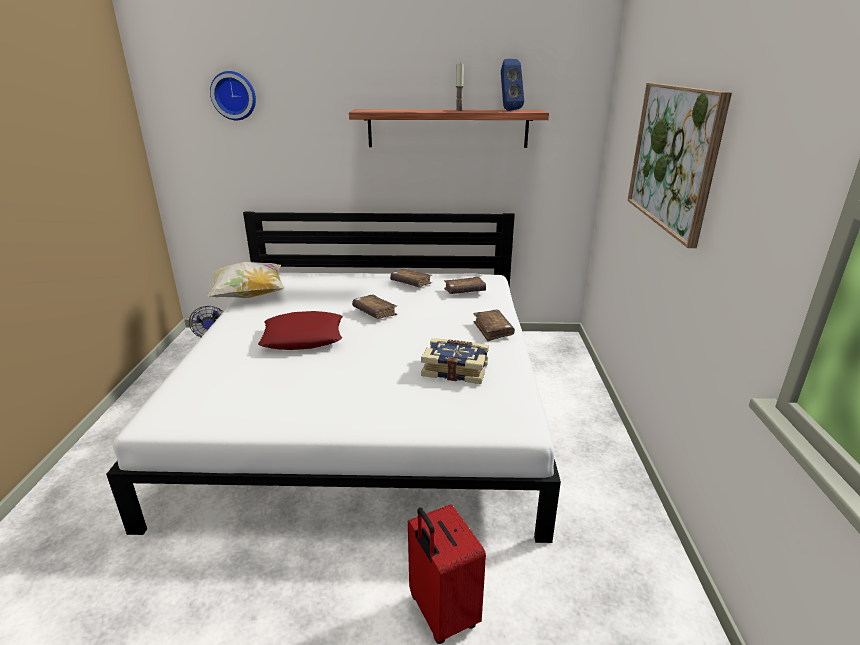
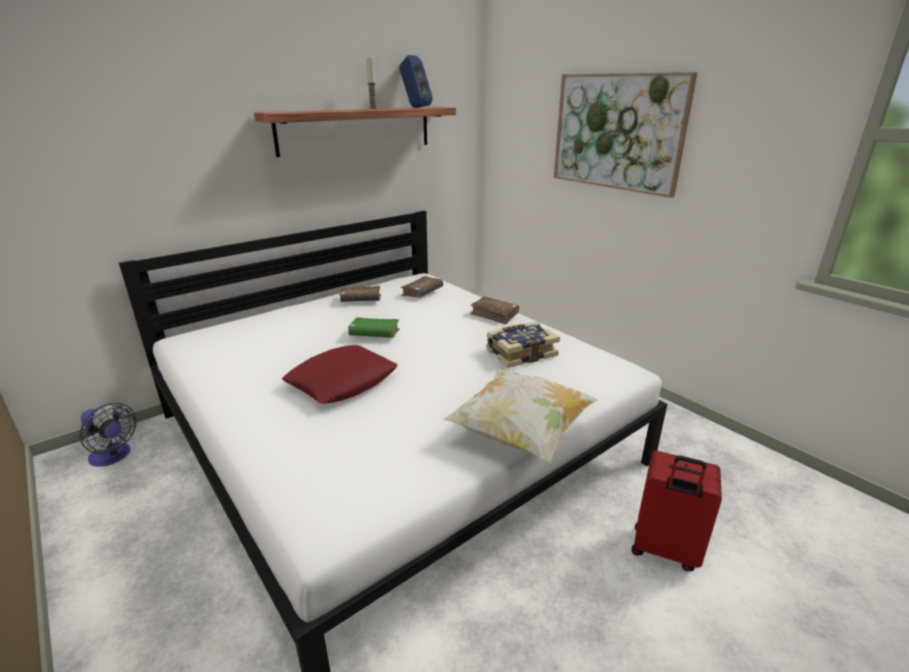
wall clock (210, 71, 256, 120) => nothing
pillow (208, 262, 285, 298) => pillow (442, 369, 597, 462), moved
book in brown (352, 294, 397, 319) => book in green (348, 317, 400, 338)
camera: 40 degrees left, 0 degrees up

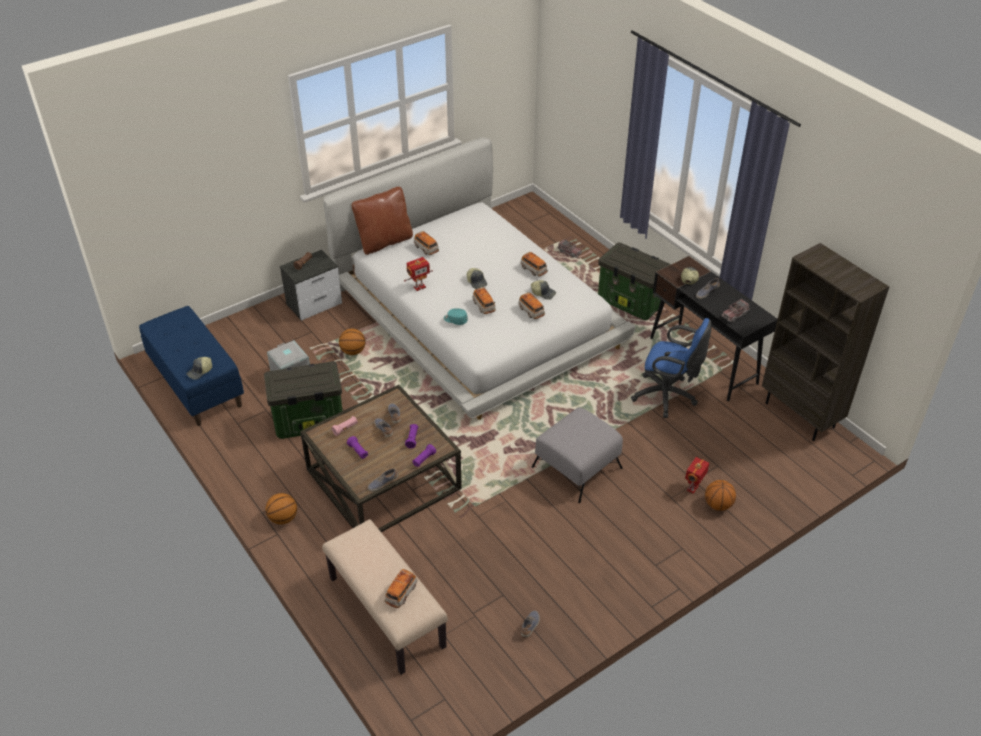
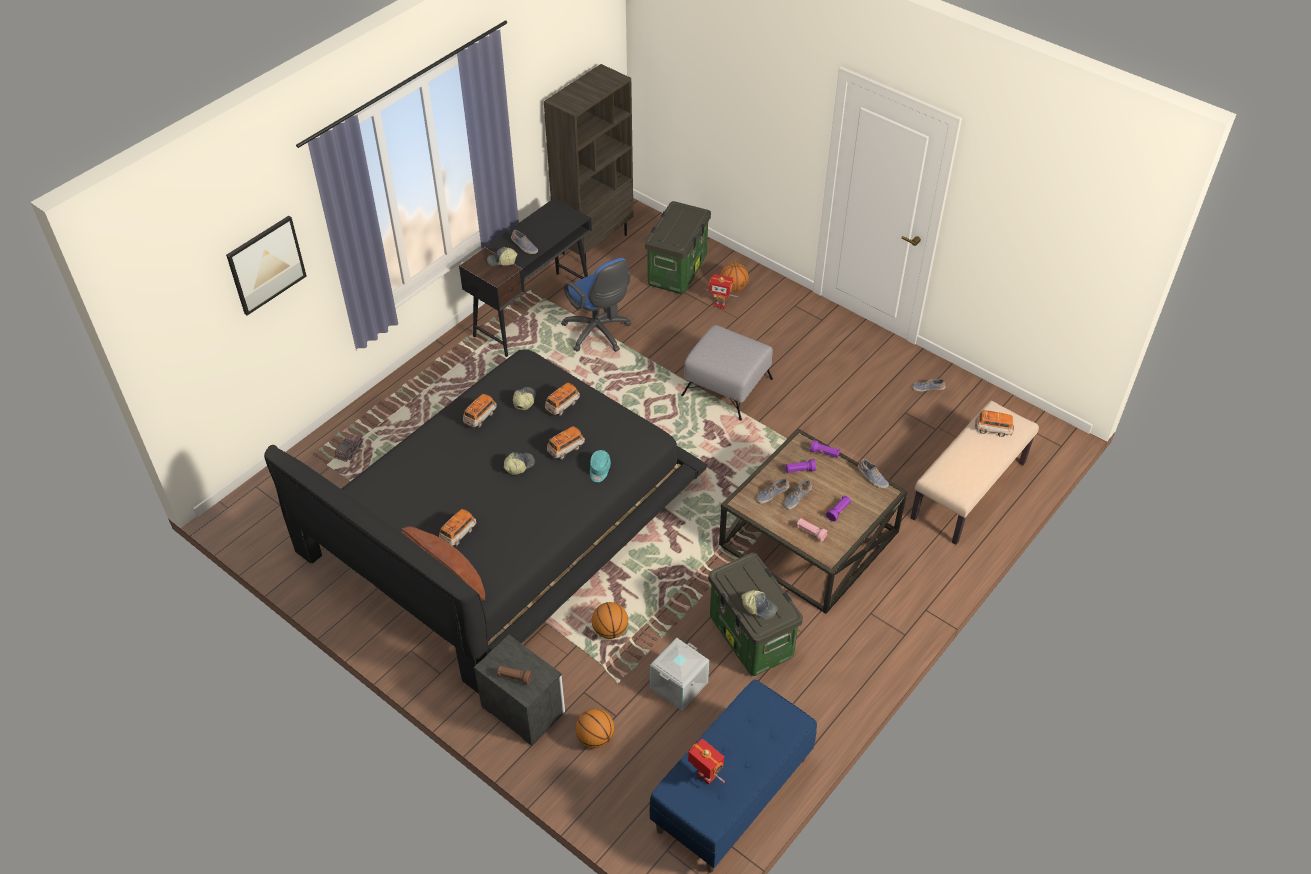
bed in white (323, 138, 636, 420) => bed in black (264, 349, 707, 694)
storage box (598, 242, 671, 320) => storage box (645, 201, 711, 294), moved
toy robot (404, 257, 433, 291) => toy robot (686, 738, 725, 785), moved
toy truck (721, 299, 750, 322) => nothing
office chair in blue (631, 318, 712, 418) => office chair in blue (561, 258, 631, 352), 135 degrees clockwise
cap (186, 357, 212, 380) => cap (741, 590, 777, 620), moved
basketball (265, 493, 297, 525) => basketball (575, 708, 614, 748), moved
nothing => picture (226, 216, 306, 316)
camera: 105 degrees left, 5 degrees up

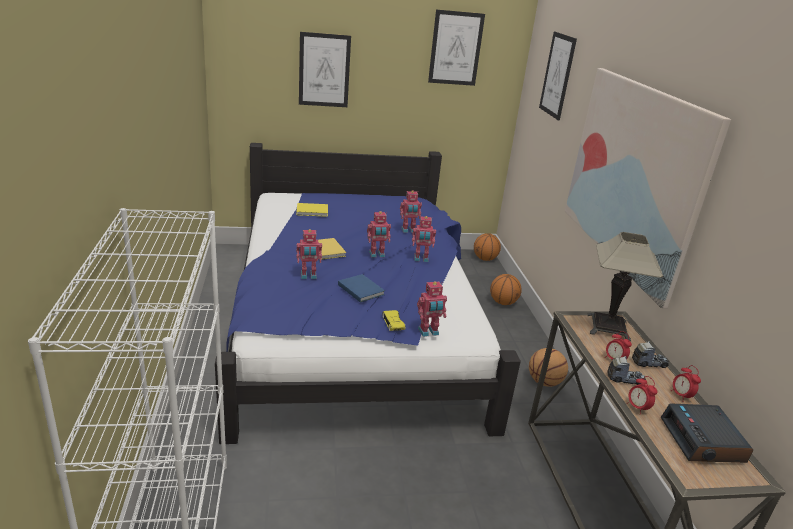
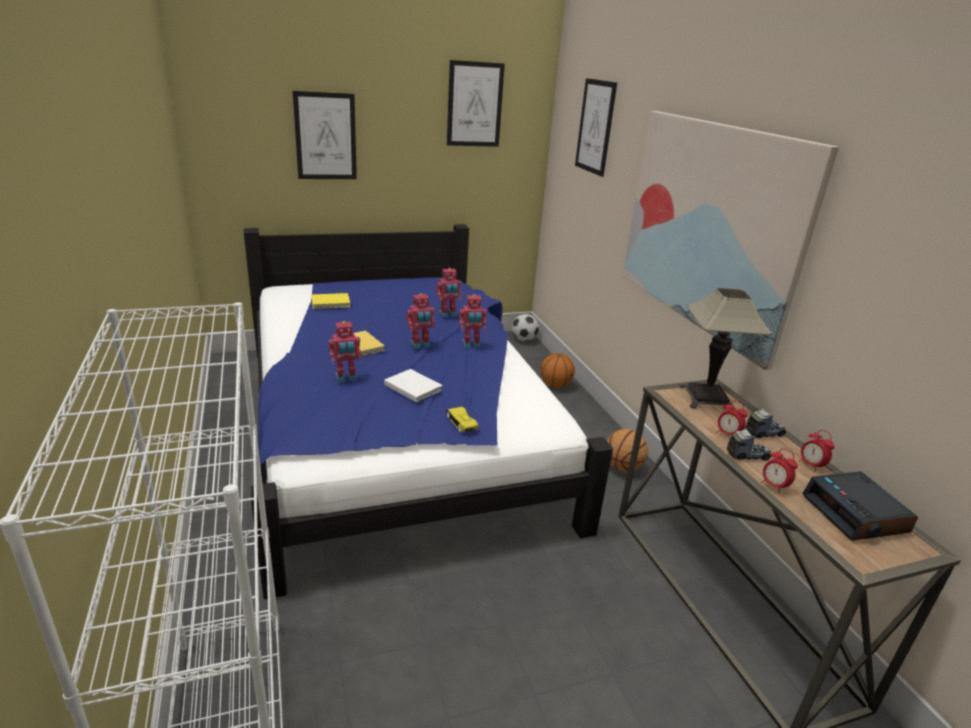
basketball (474, 233, 501, 261) => football (512, 314, 539, 341)
book in blue (338, 274, 385, 302) => book in white (384, 369, 443, 402)
toy robot (417, 281, 447, 337) => nothing
camera: 10 degrees left, 0 degrees up

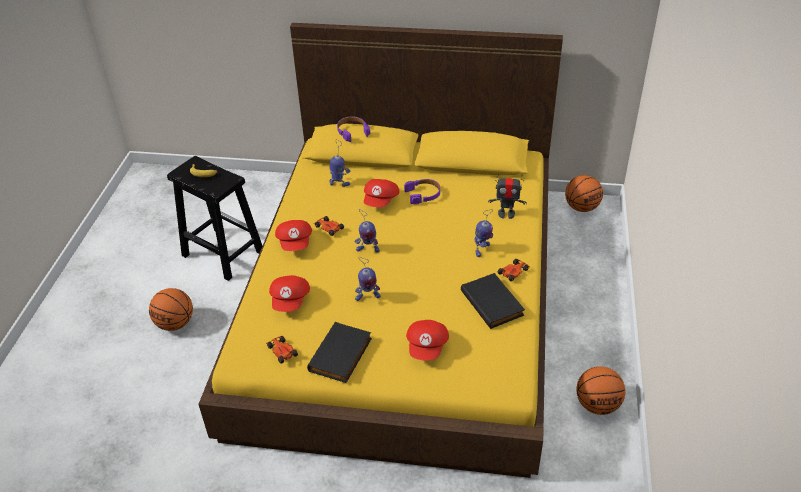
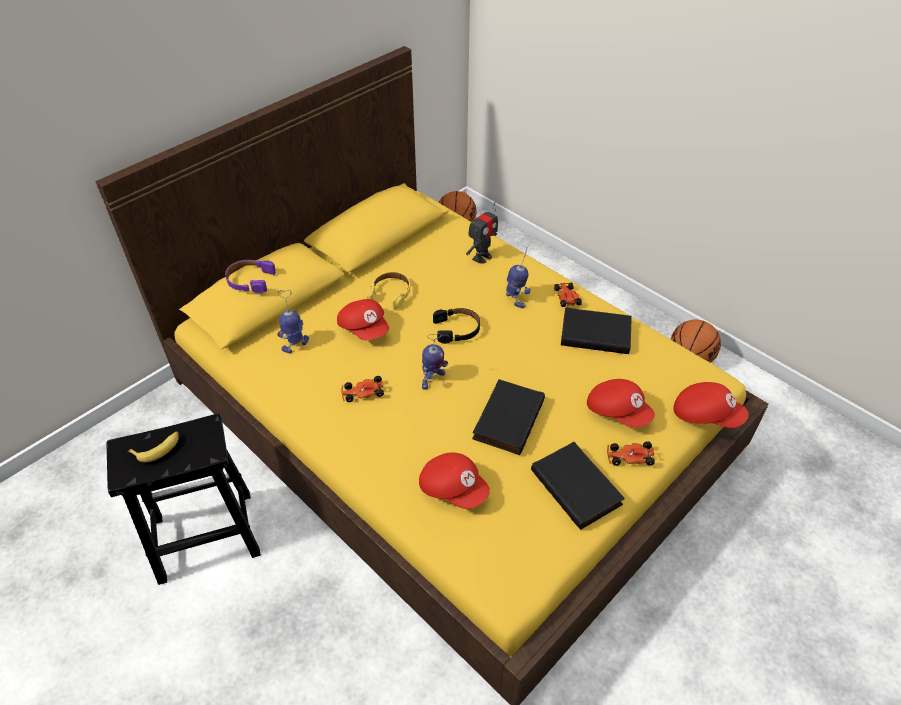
headphones in purple (404, 179, 440, 205) => headphones in yellow (367, 272, 410, 310)
cap in red (275, 220, 312, 251) => cap in red (673, 382, 749, 428), moved
toy robot (355, 257, 381, 301) => book in black (472, 379, 545, 455)
basketball (149, 288, 193, 331) => nothing
toy car (266, 336, 298, 364) => toy car (607, 441, 655, 466), moved
nothing => headphones in black (433, 308, 480, 344)
camera: 55 degrees left, 5 degrees up

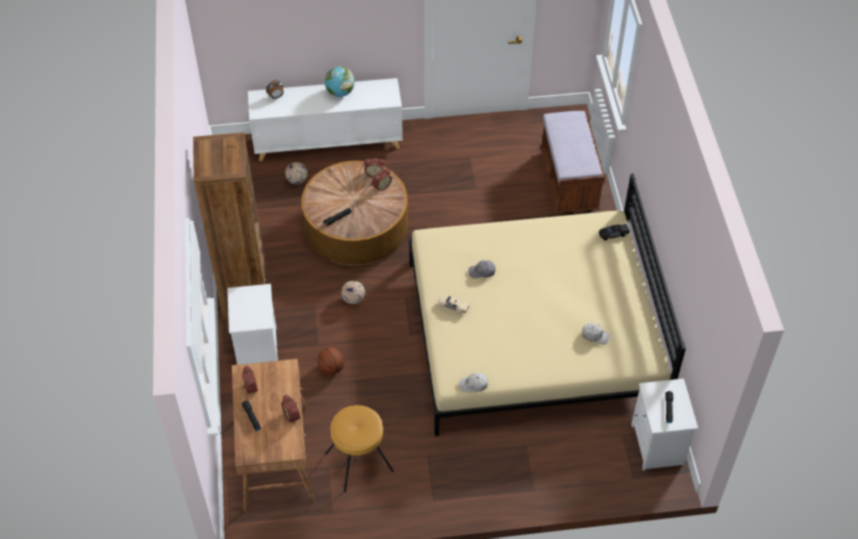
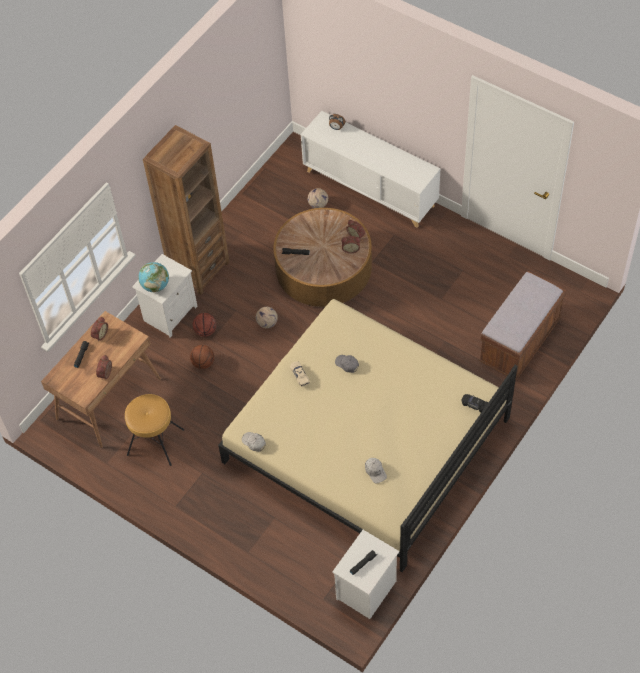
globe (324, 66, 355, 97) => globe (138, 262, 169, 292), moved
nothing => basketball (193, 313, 216, 337)
camera: 45 degrees right, 5 degrees up

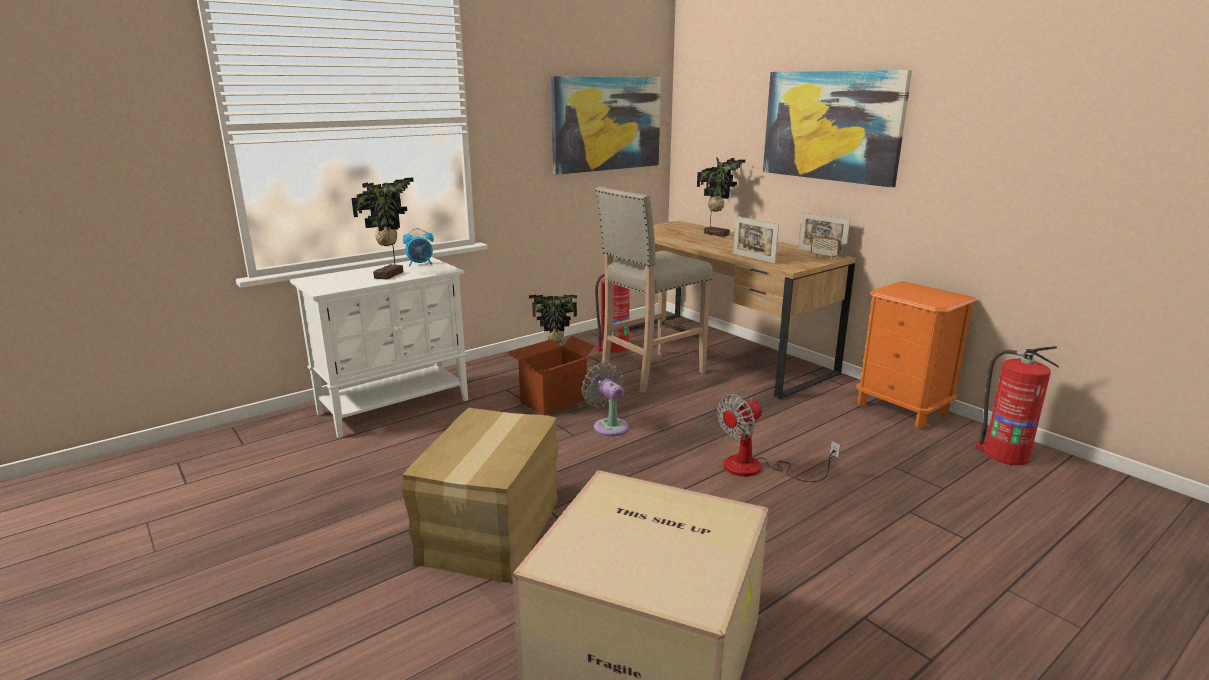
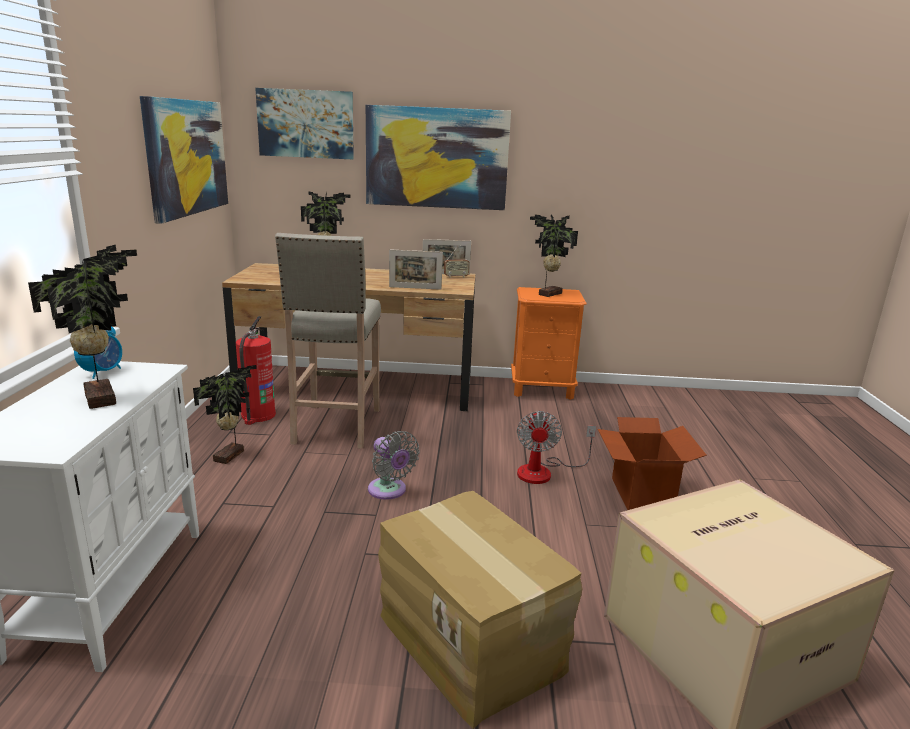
cardboard box (507, 336, 598, 415) => cardboard box (598, 417, 707, 510), moved
fire extinguisher (976, 346, 1059, 465) => nothing
fan in grey (582, 362, 629, 436) => fan in grey (368, 431, 420, 500), 135 degrees counterclockwise
nothing => picture (255, 88, 354, 159)
nothing => potted plant (530, 214, 578, 297)
camera: 50 degrees left, 0 degrees up

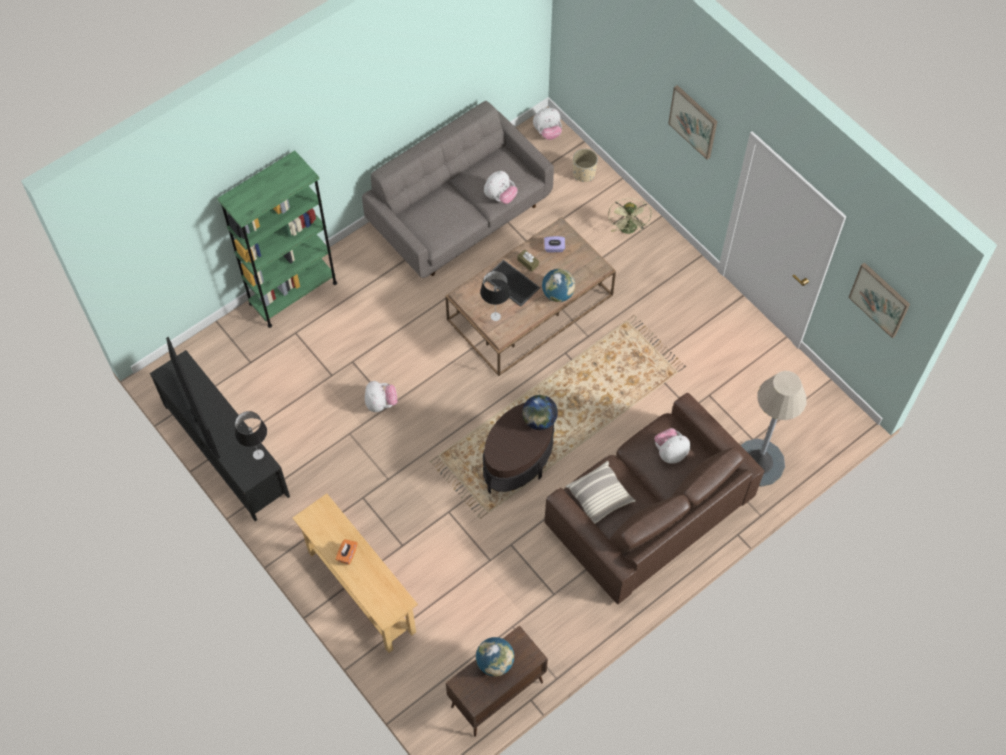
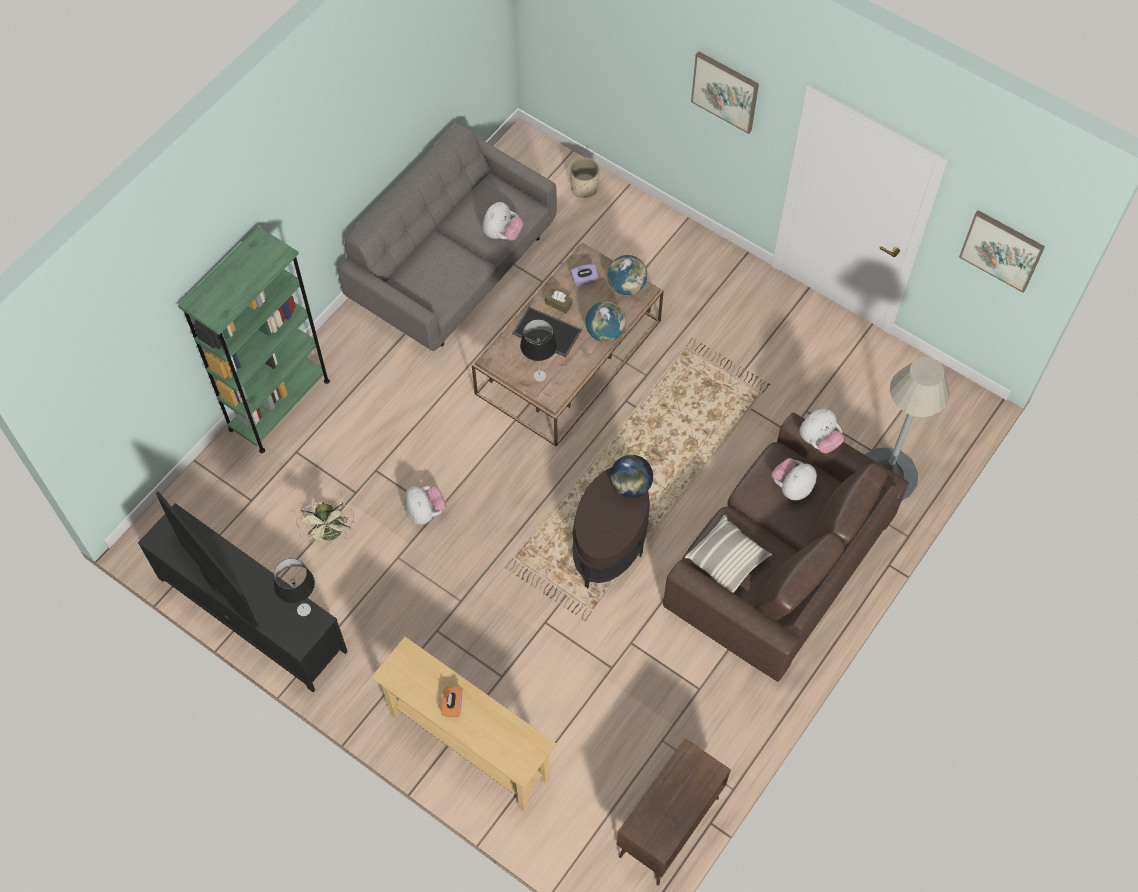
plush toy (533, 108, 562, 140) => plush toy (799, 409, 844, 453), moved
fan in green (608, 198, 652, 234) => fan in green (296, 501, 354, 544), moved
globe (476, 637, 514, 676) => globe (608, 255, 647, 295), moved
camera: 15 degrees left, 0 degrees up

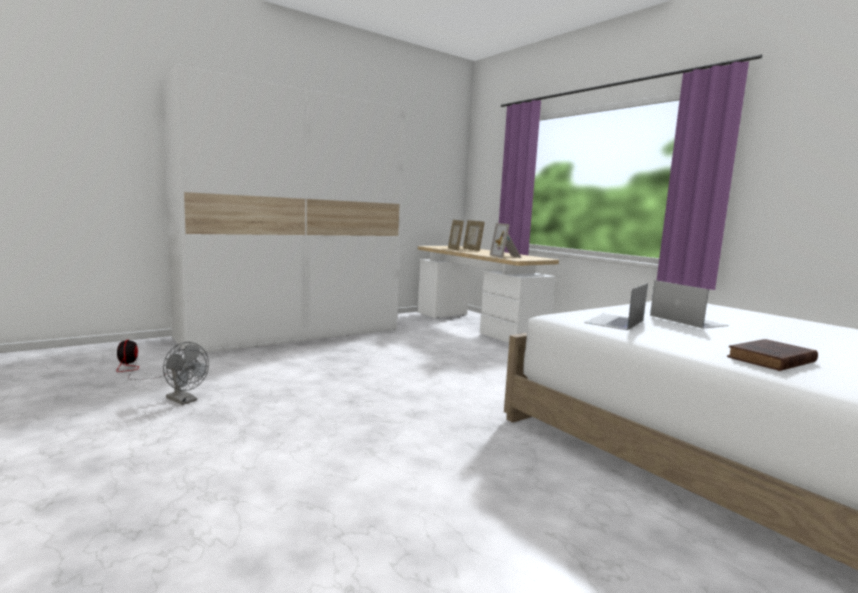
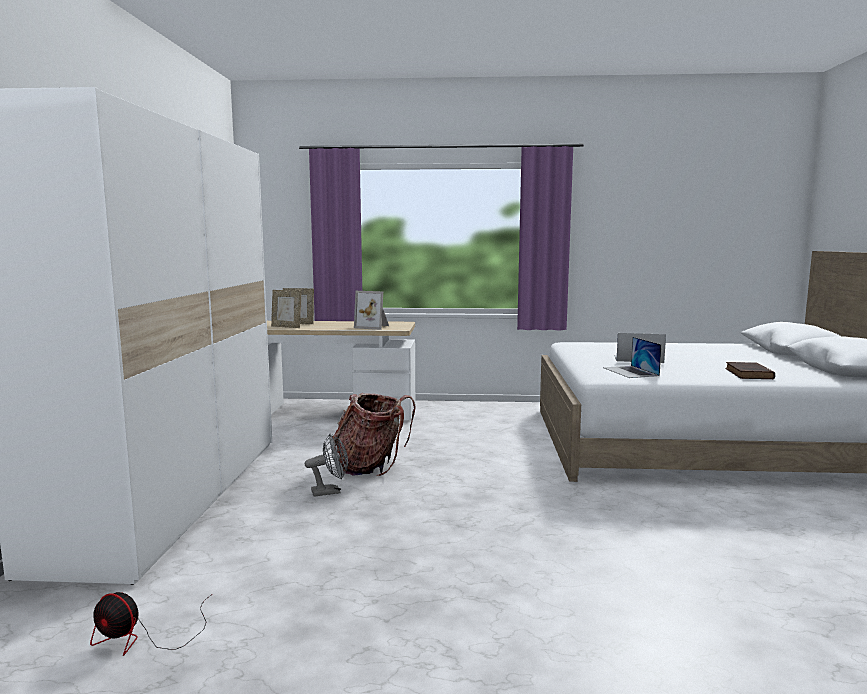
fan in grey (163, 342, 209, 405) => fan in grey (305, 434, 348, 497), moved
nothing => backpack (332, 393, 416, 476)
camera: 50 degrees left, 0 degrees up

